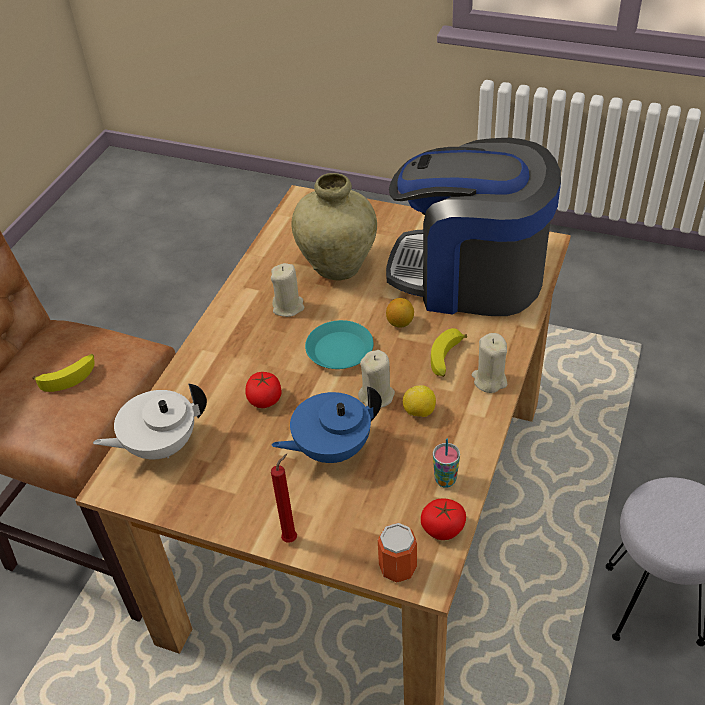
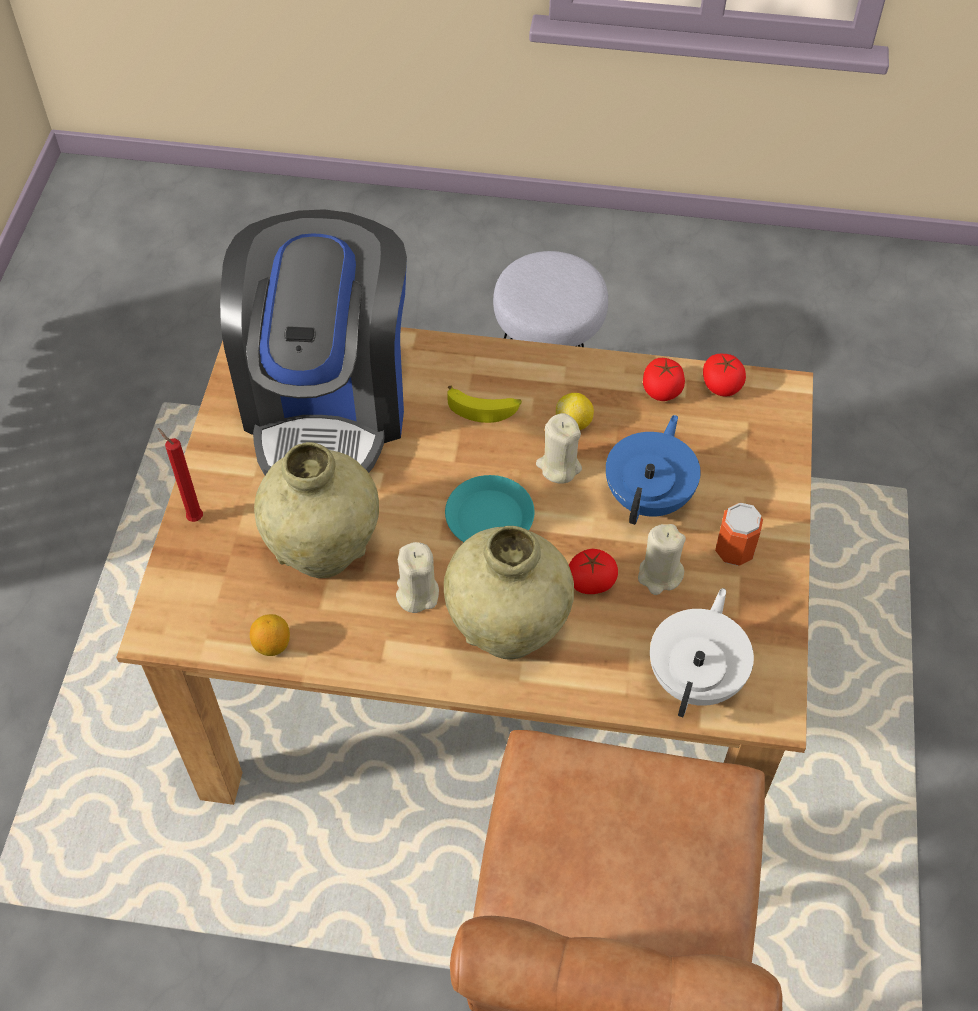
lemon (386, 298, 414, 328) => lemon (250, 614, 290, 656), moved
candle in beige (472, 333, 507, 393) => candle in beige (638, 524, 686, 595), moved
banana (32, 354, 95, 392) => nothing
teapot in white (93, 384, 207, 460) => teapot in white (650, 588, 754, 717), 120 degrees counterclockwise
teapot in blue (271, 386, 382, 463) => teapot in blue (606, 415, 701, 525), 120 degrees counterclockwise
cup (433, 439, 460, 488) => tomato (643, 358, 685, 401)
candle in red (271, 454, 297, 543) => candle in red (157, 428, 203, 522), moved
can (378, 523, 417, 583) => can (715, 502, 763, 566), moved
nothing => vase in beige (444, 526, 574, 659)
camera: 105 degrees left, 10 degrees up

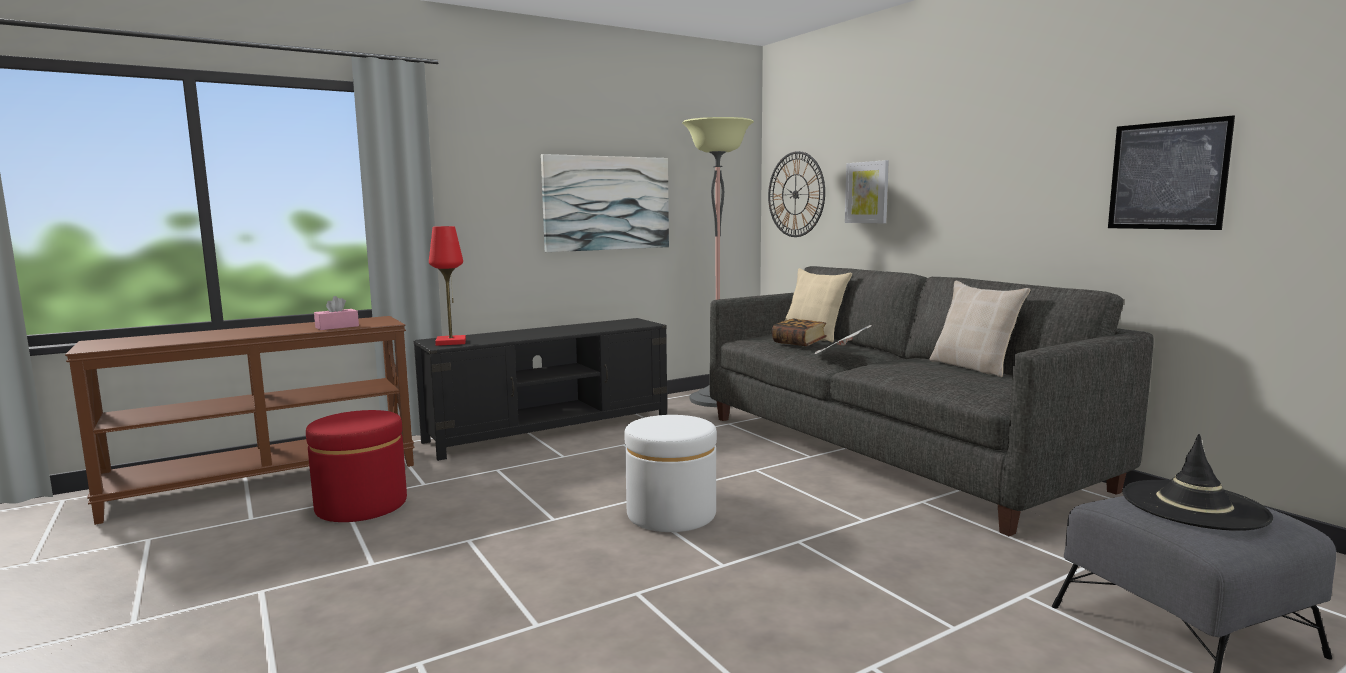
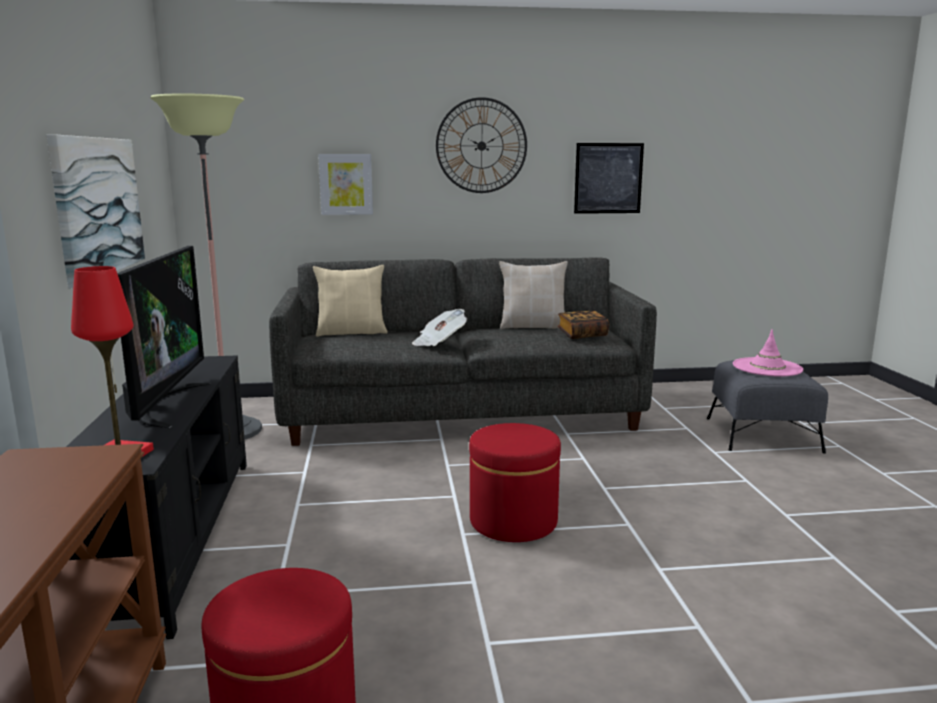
wall clock (768, 151, 825, 237) => wall clock (436, 97, 527, 193), moved
tissue box in pink (314, 296, 359, 330) => nothing
book (772, 318, 827, 346) => book (558, 311, 609, 339), moved
ottoman in white (624, 415, 717, 532) => ottoman in red (469, 423, 561, 542)
hat in black (1122, 434, 1273, 531) => hat in pink (733, 329, 803, 377)
nothing => television (117, 246, 210, 428)
camera: 65 degrees left, 5 degrees up

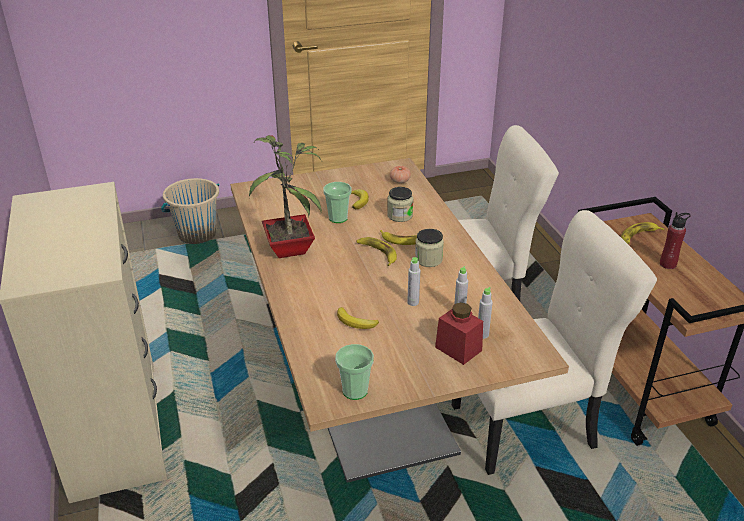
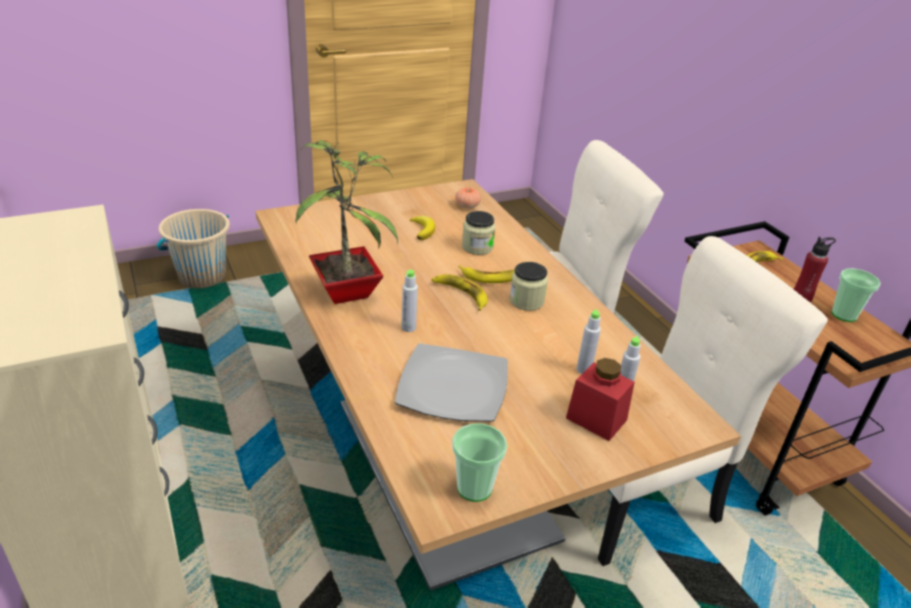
cup (323, 182, 352, 223) => cup (832, 268, 881, 322), moved
bottle in grey (407, 257, 420, 306) => bottle in grey (401, 270, 418, 332), moved
banana (337, 307, 379, 329) => plate (395, 343, 508, 422)
camera: 10 degrees left, 0 degrees up

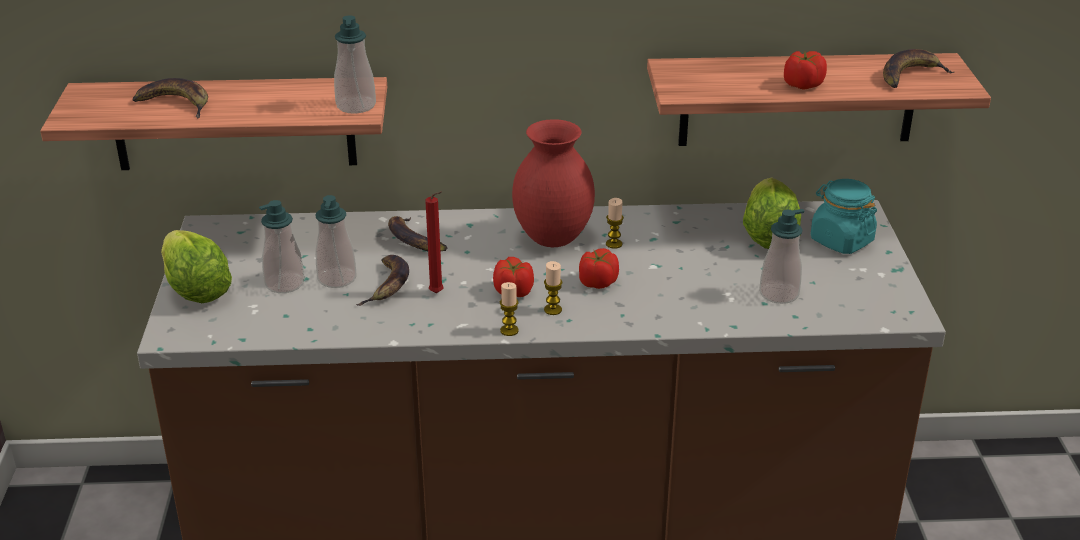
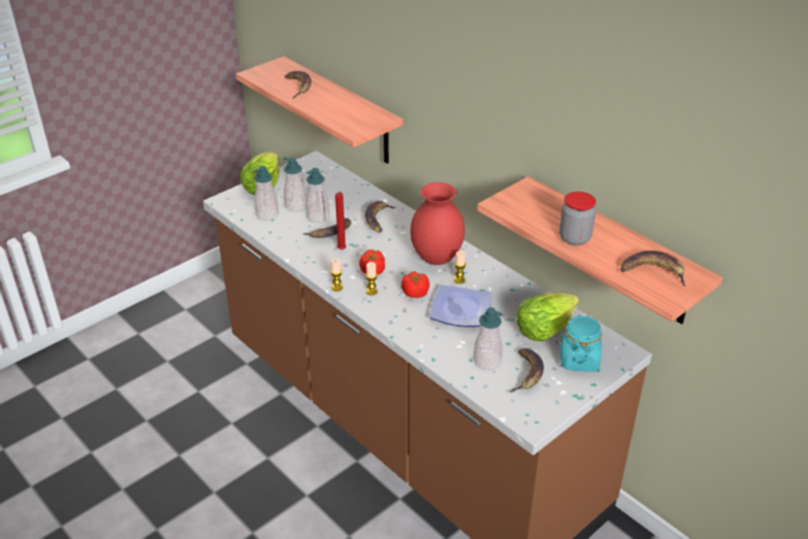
soap dispenser (334, 15, 376, 114) => soap dispenser (254, 166, 279, 220), moved
tomato (784, 51, 827, 90) => jar (559, 191, 596, 246)
nothing => plate (430, 285, 491, 327)
nothing => banana (509, 348, 544, 392)
camera: 50 degrees right, 5 degrees up

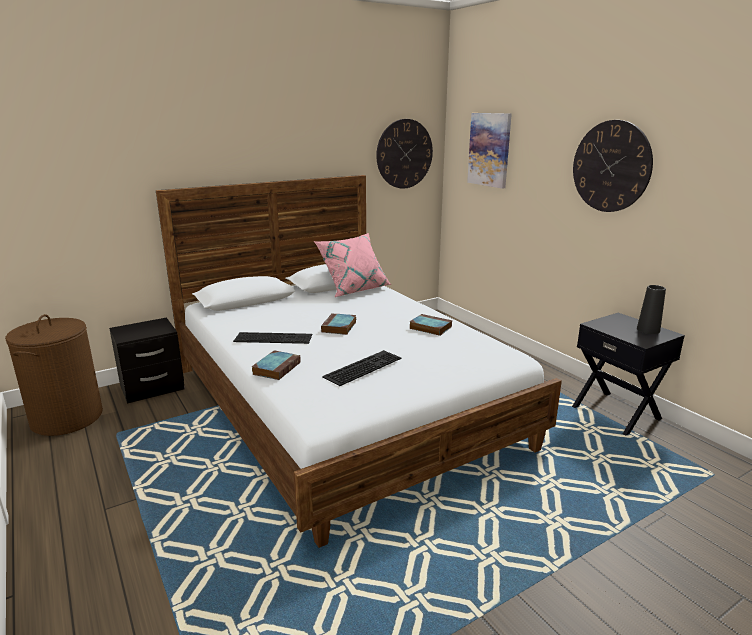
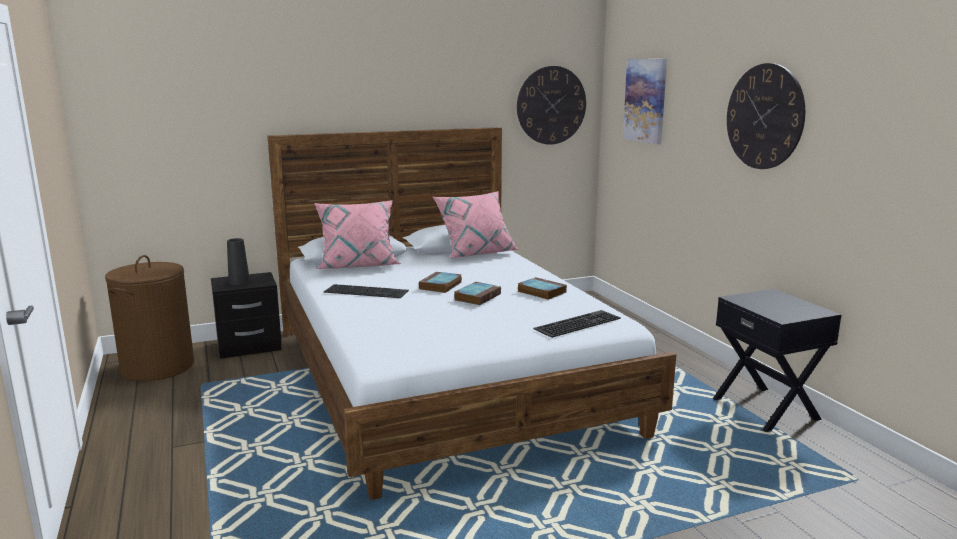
vase in black (637, 285, 666, 334) => vase in black (227, 238, 250, 285), moved
book (252, 350, 300, 380) => book (454, 282, 501, 305), moved
keyboard (322, 350, 401, 386) => keyboard (533, 310, 621, 338), moved
nothing => pillow in pink (314, 200, 402, 269)
camera: 10 degrees right, 5 degrees down

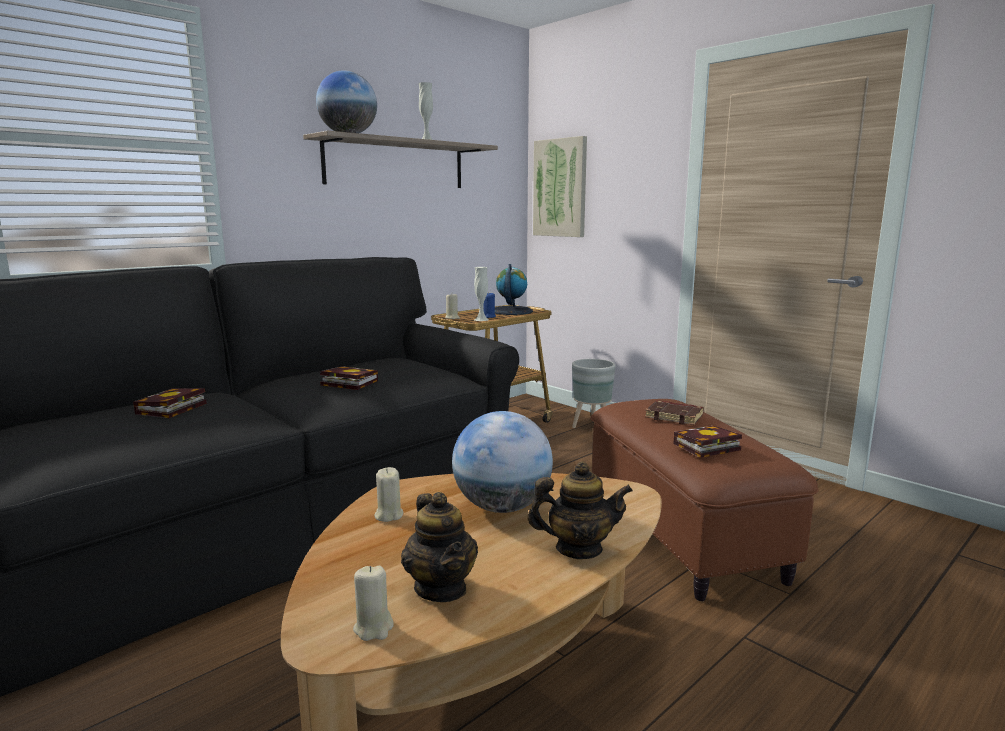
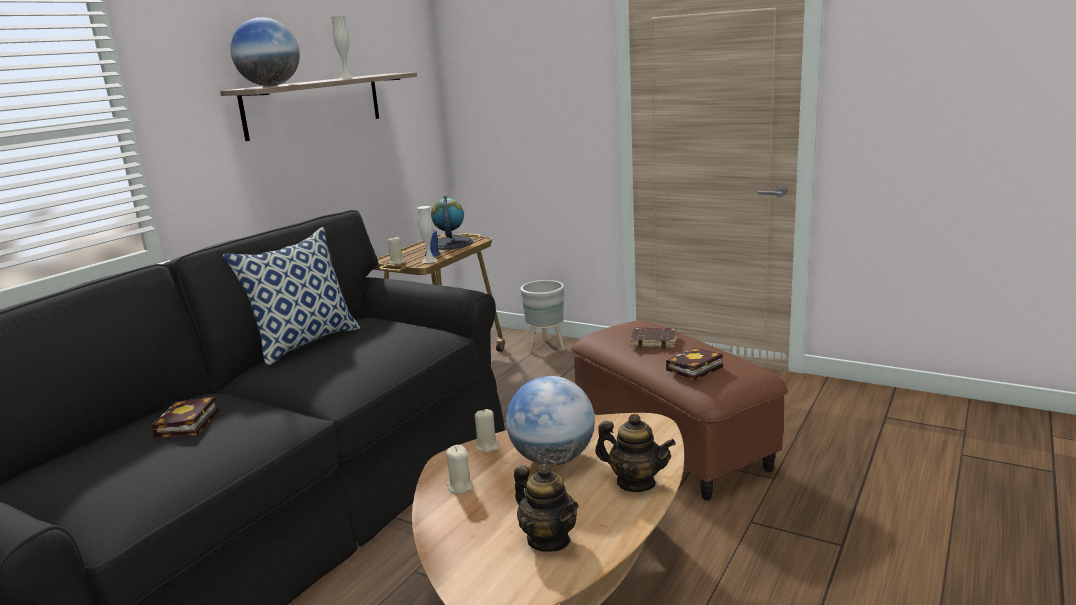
picture (533, 136, 587, 237) => nothing
book (320, 366, 378, 390) => nothing
teapot (527, 461, 633, 559) => teapot (595, 413, 676, 492), 45 degrees clockwise
candle in beige (353, 566, 394, 641) => candle in beige (475, 409, 499, 452), moved
nothing => pillow (223, 227, 361, 366)
camera: 15 degrees left, 5 degrees up

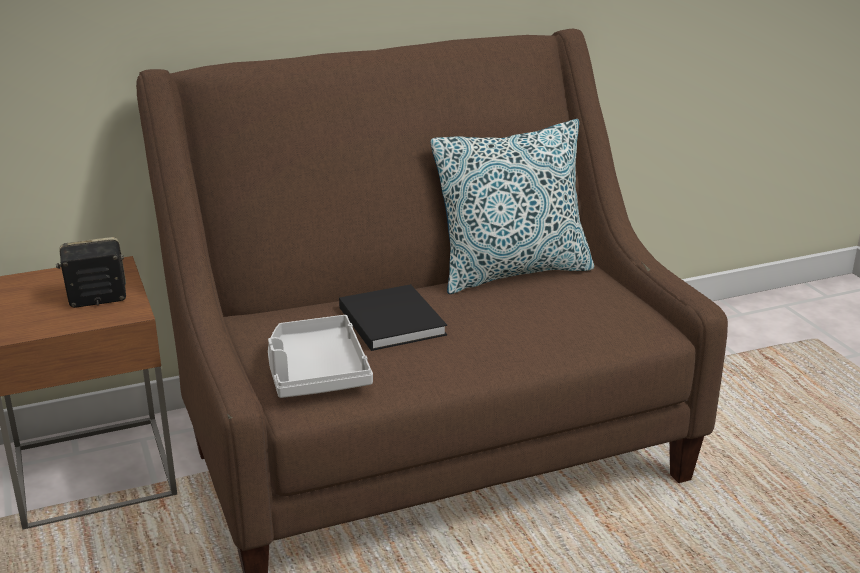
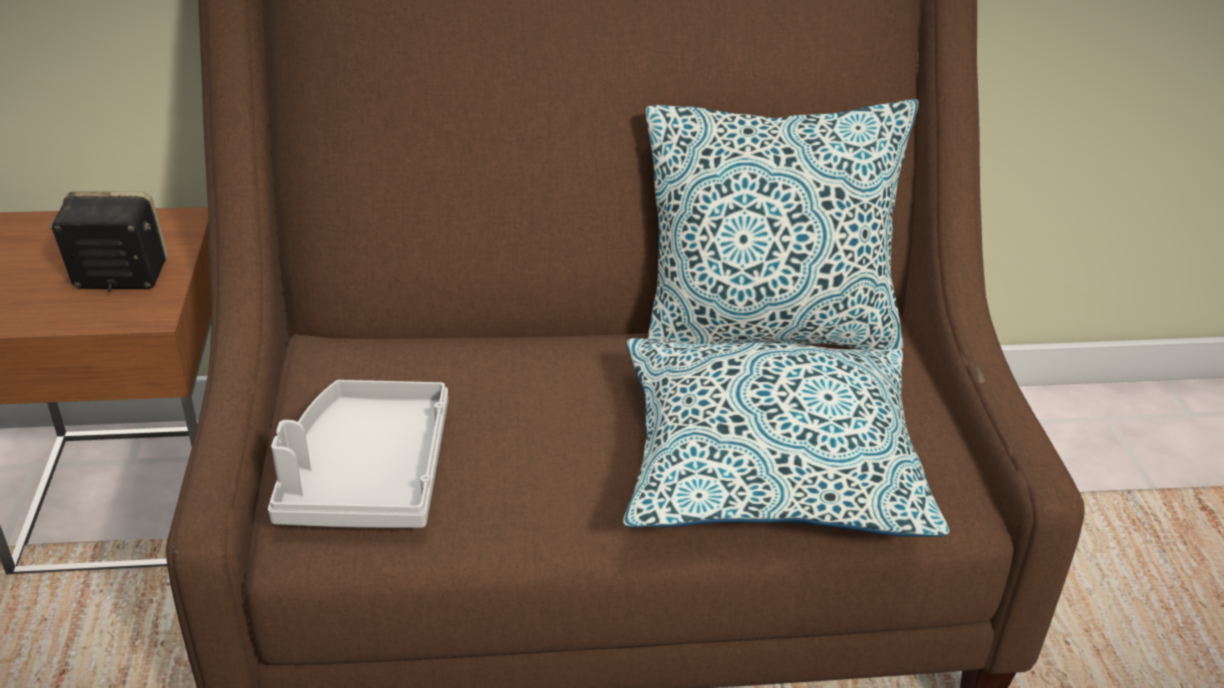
book in black (339, 284, 447, 351) => nothing
nothing => pillow (623, 338, 950, 537)
camera: 15 degrees right, 10 degrees up

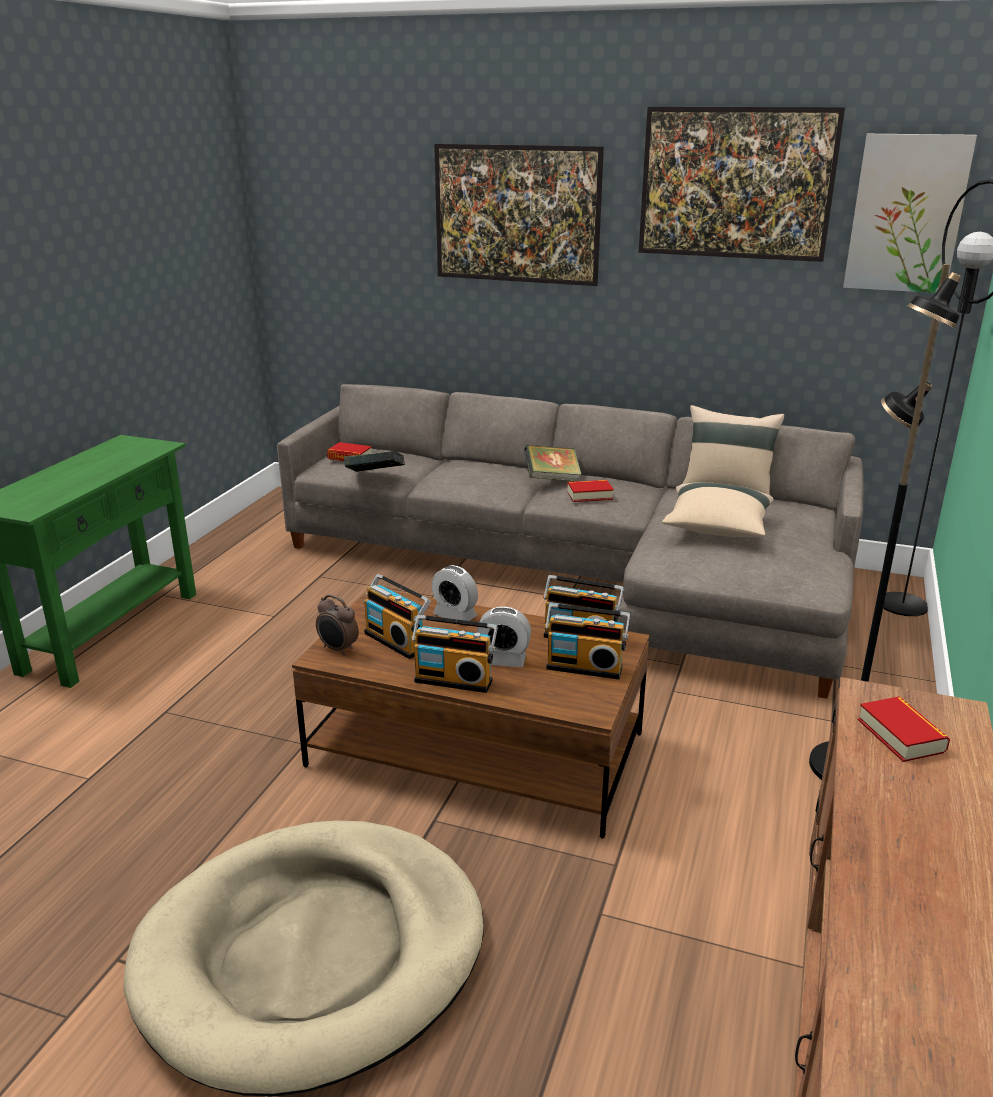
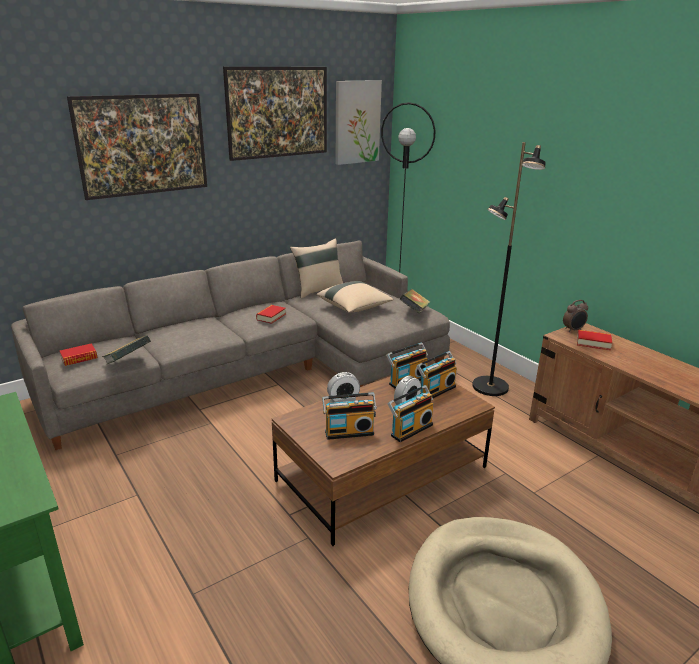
book (524, 445, 582, 482) => book (400, 289, 430, 313), moved
alarm clock (316, 595, 359, 656) => alarm clock (563, 300, 588, 332), moved
camera: 55 degrees left, 0 degrees up

